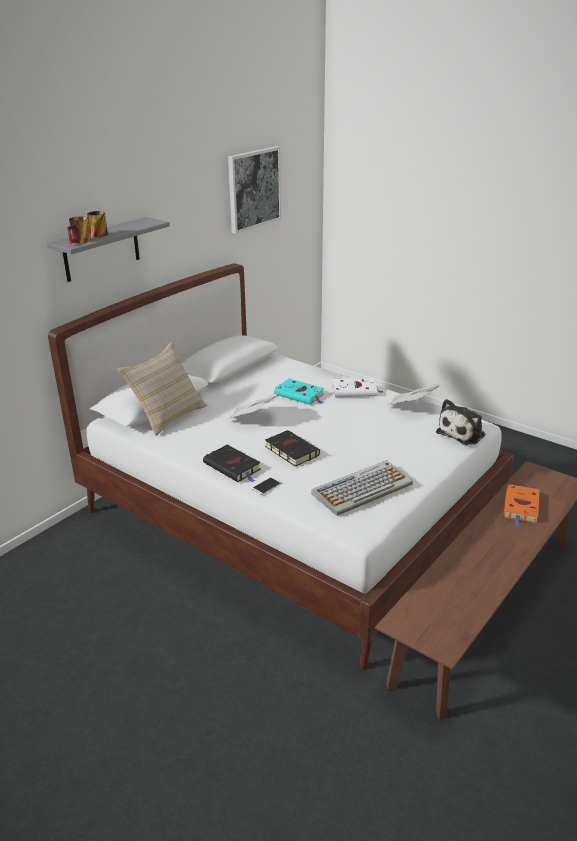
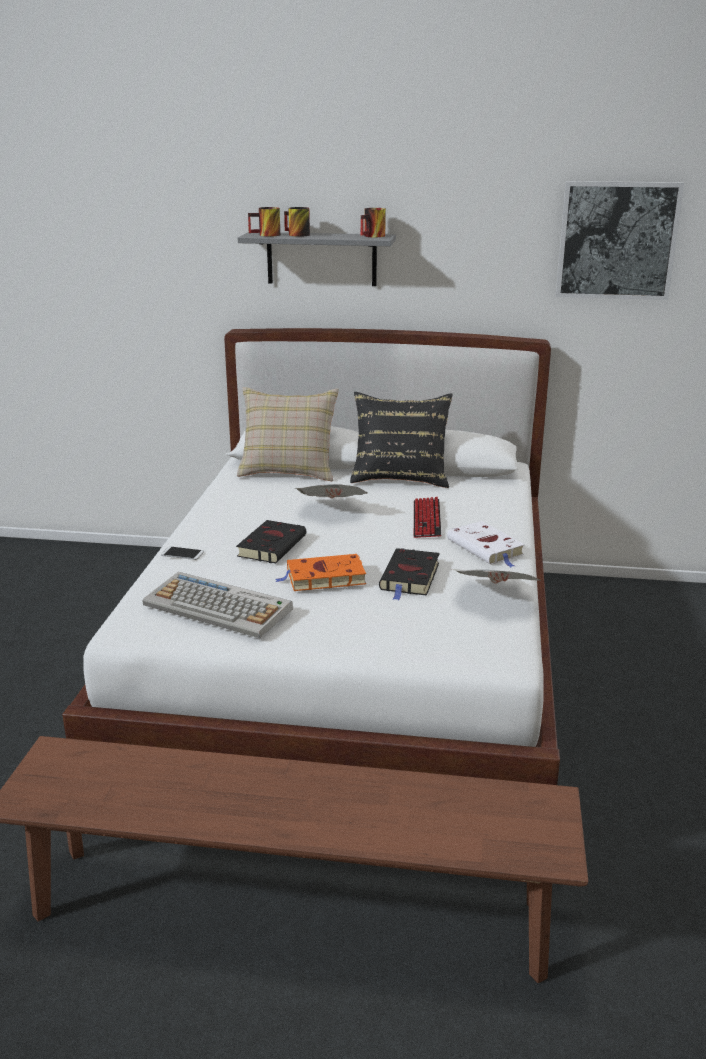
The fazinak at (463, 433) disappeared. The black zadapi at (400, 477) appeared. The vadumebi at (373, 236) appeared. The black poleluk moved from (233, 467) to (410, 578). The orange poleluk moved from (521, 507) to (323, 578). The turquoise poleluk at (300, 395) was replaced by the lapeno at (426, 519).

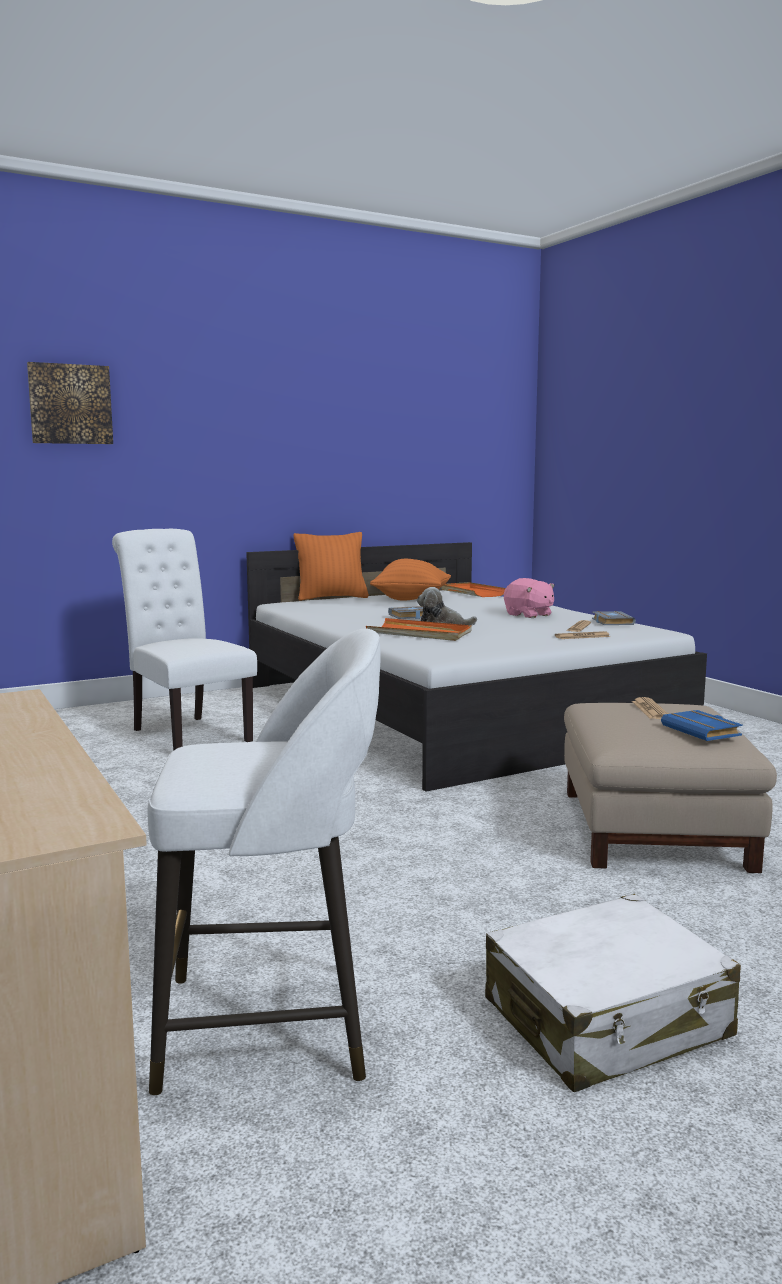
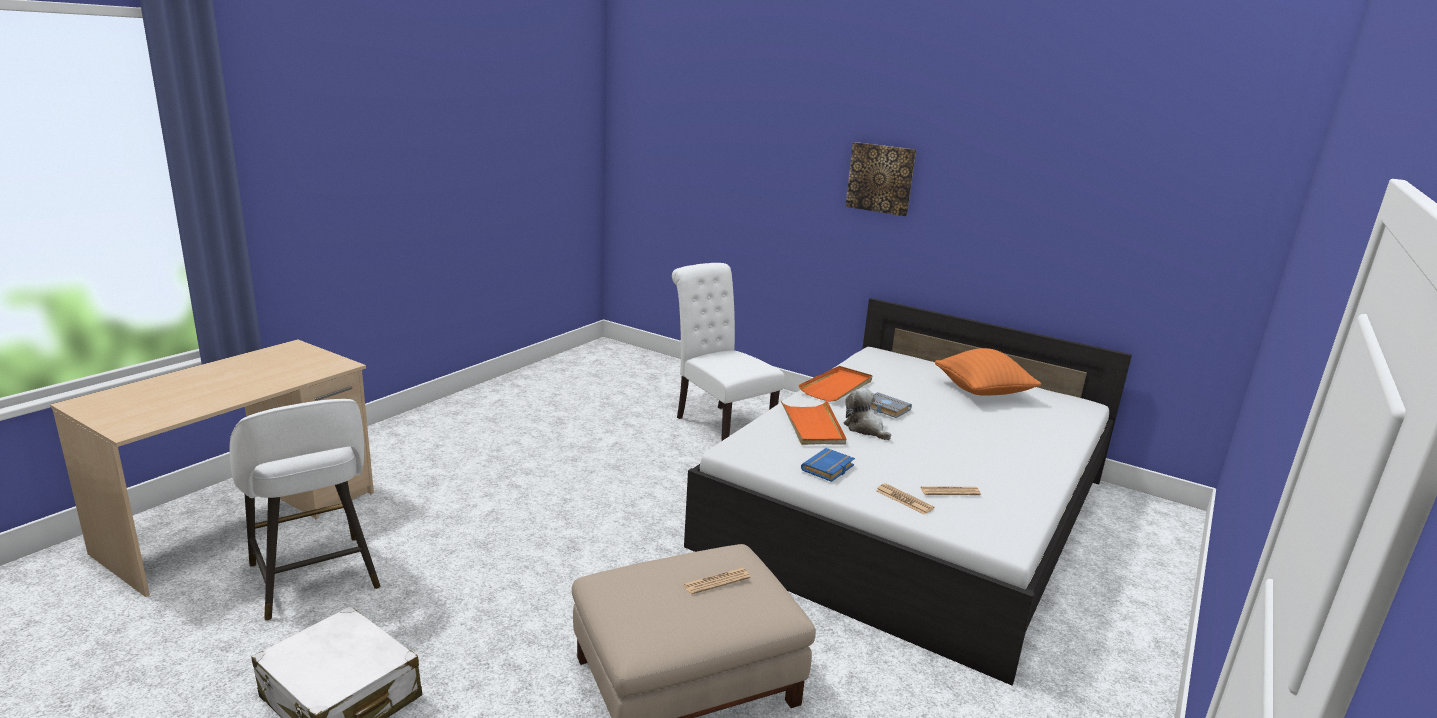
The orange zadapi at (331, 598) disappeared. The pink fazinak at (528, 615) disappeared. The grey poleluk at (611, 622) disappeared. The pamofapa moved from (70, 404) to (881, 178). The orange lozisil moved from (473, 592) to (837, 387). The blue poleluk moved from (703, 731) to (828, 469). The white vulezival at (186, 733) turned 60 degrees counterclockwise.

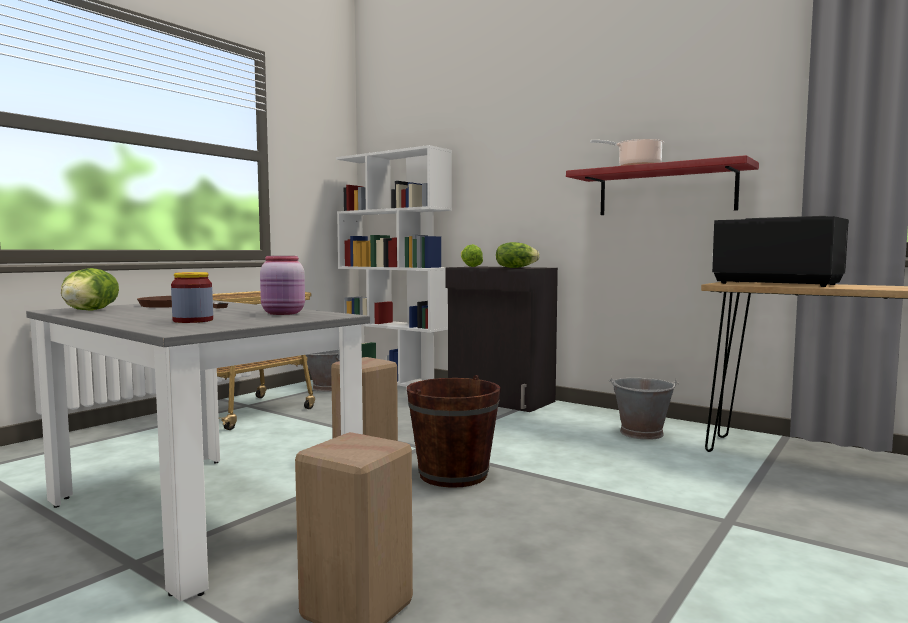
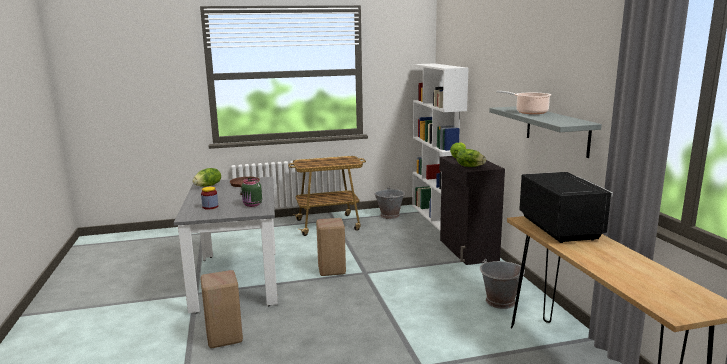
The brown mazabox at (453, 474) disappeared. The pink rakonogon at (284, 313) became the green rakonogon at (252, 205). The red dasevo at (665, 191) became the grey dasevo at (556, 130).

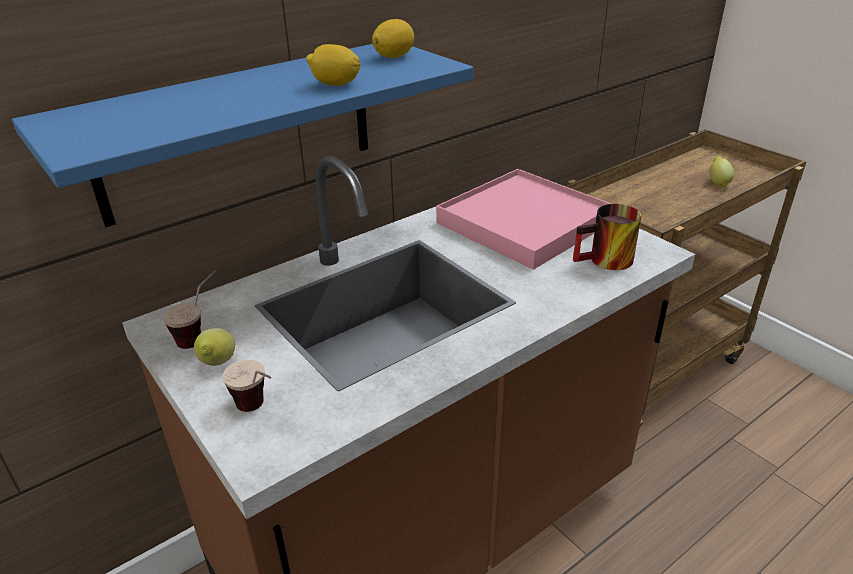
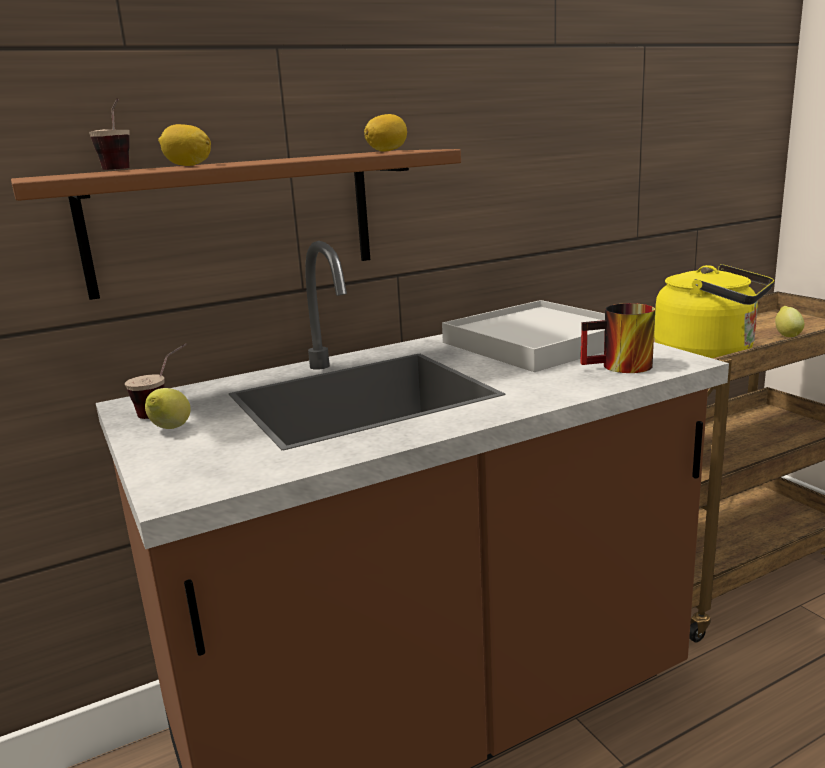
The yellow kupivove at (710, 356) appeared. The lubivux moved from (259, 411) to (120, 170). The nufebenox moved from (335, 84) to (188, 166). The blue dasevo at (239, 130) became the brown dasevo at (232, 221). The pink lozisil at (524, 222) became the white lozisil at (538, 342).

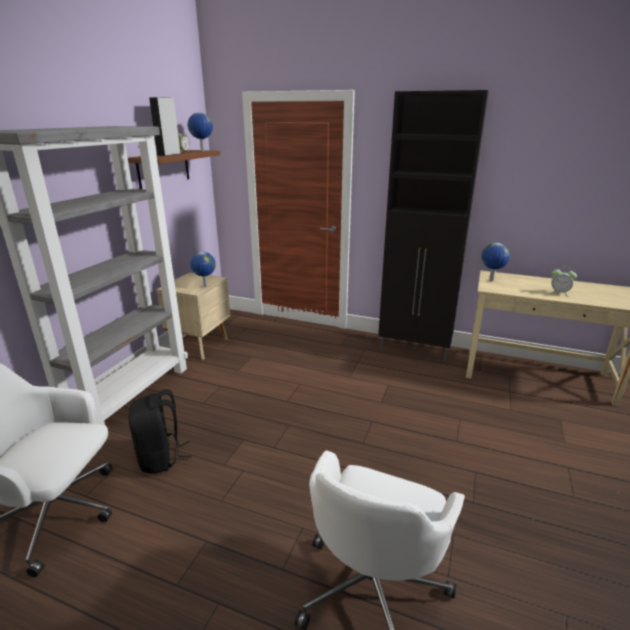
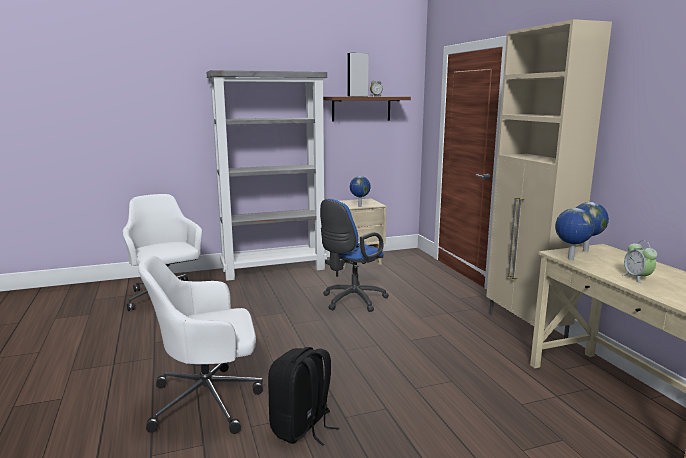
The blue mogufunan at (351, 301) appeared. The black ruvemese moved from (161, 457) to (302, 428). The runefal moved from (202, 151) to (570, 259). The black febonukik at (415, 349) became the beige febonukik at (526, 328).

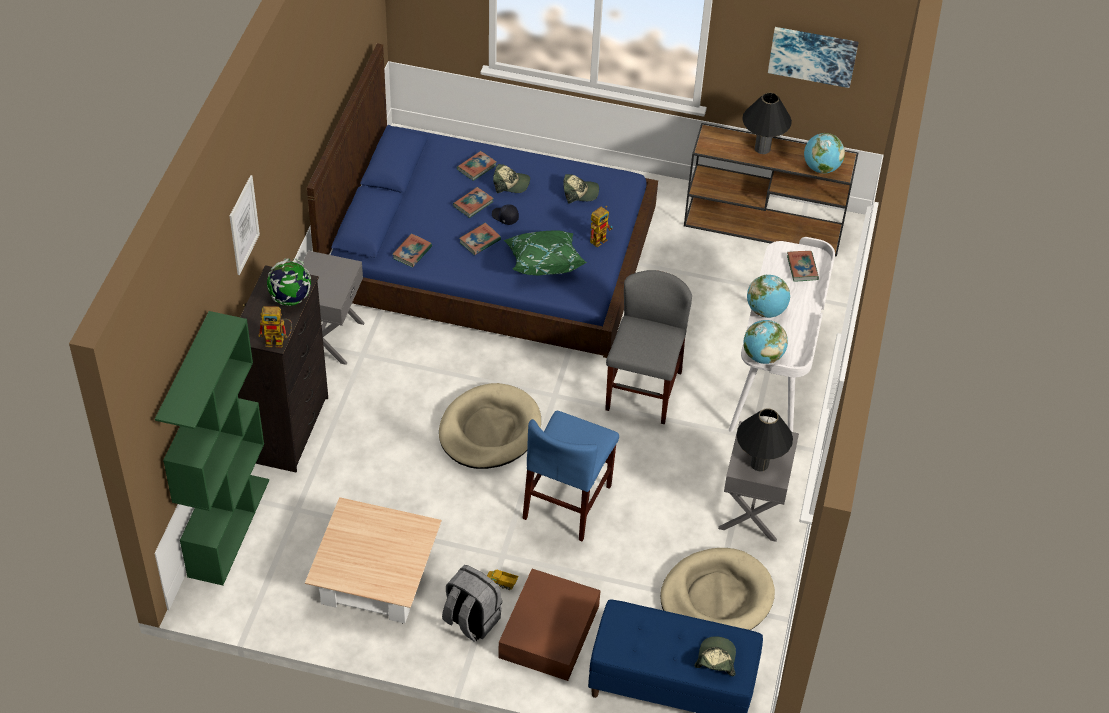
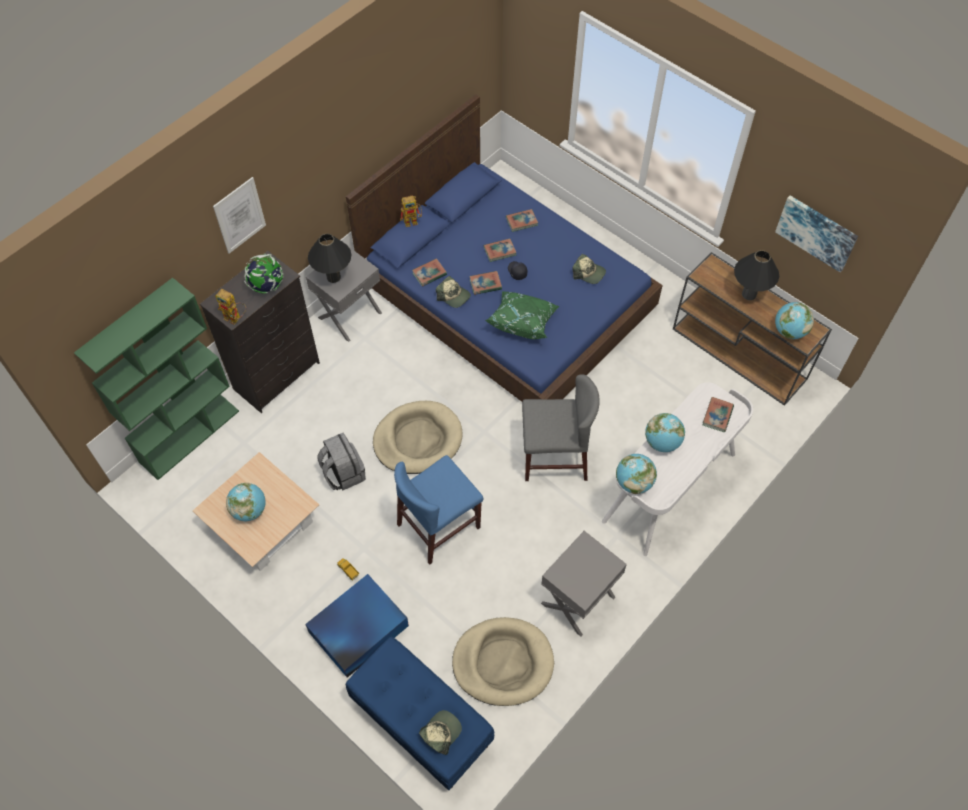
The runefal at (249, 510) appeared. The grey ruvemese moved from (470, 620) to (343, 473). The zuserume moved from (511, 183) to (453, 296). The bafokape moved from (599, 238) to (413, 220). The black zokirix moved from (759, 464) to (333, 277). The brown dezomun at (548, 632) became the blue dezomun at (357, 629). The grey vulezival at (643, 391) turned 45 degrees clockwise.

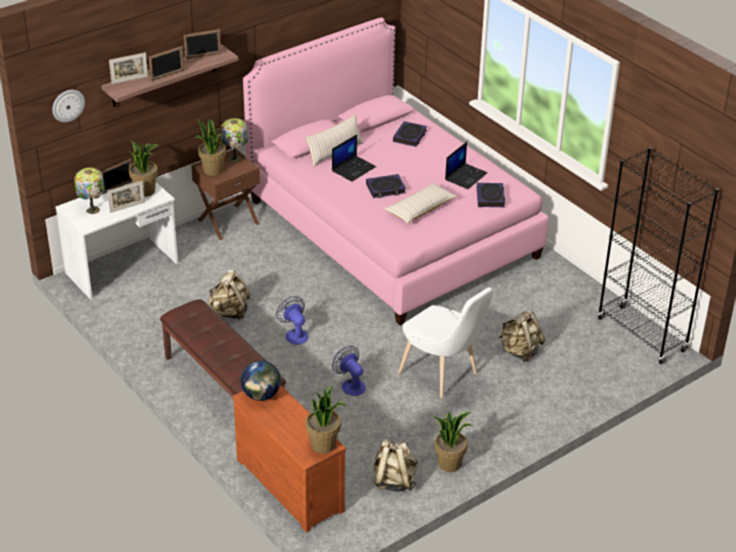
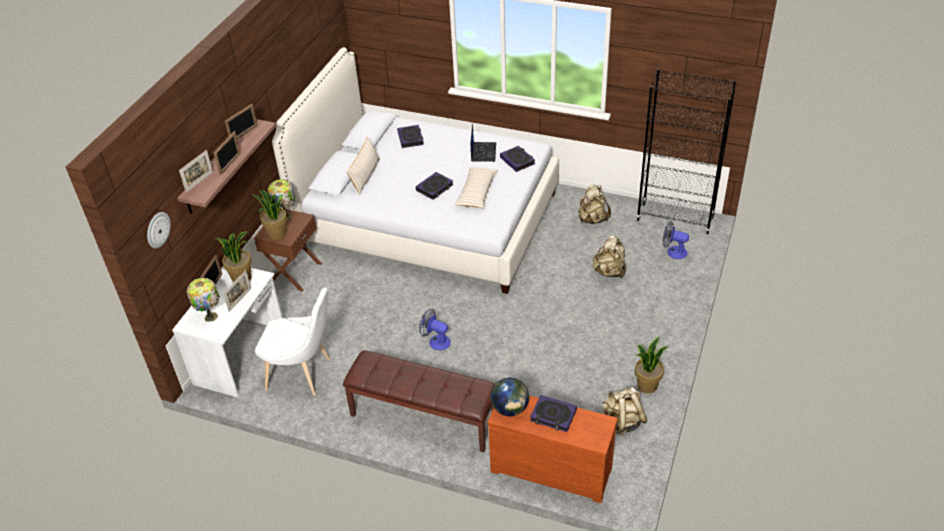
The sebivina at (323, 445) disappeared. The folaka at (353, 169) disappeared. The poleluk at (553, 416) appeared. The beige ruvemese moved from (230, 312) to (592, 219). The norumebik moved from (350, 385) to (673, 252). The white vulezival moved from (442, 375) to (303, 374). The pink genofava at (391, 228) became the white genofava at (428, 220).

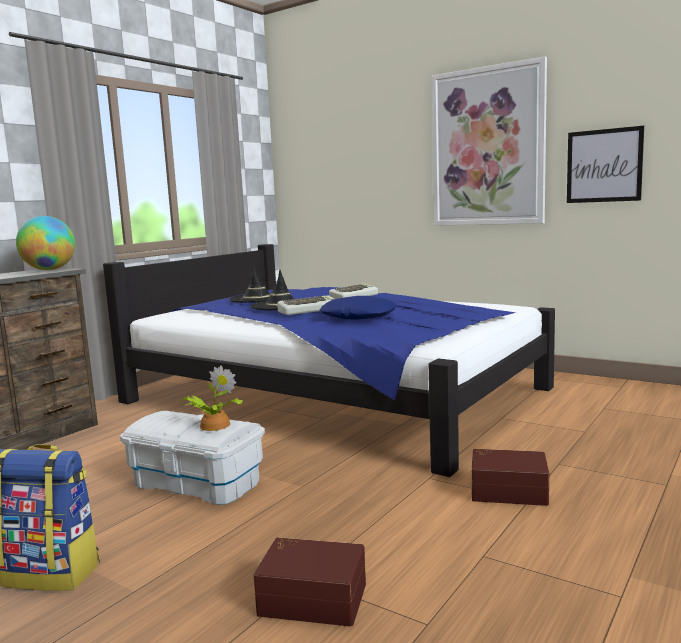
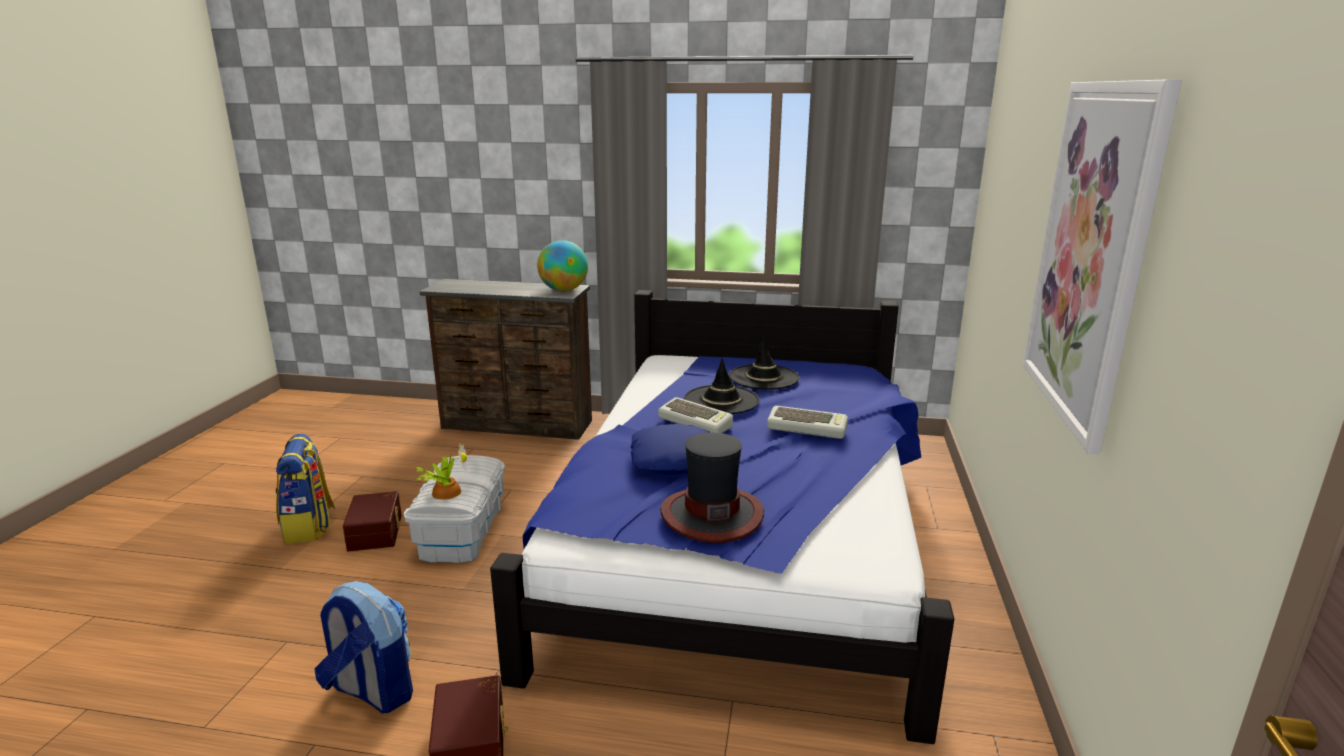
The pamofapa at (604, 165) disappeared. The ruvemese at (371, 691) appeared. The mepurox at (711, 514) appeared. The brown dezomun moved from (313, 597) to (377, 532).

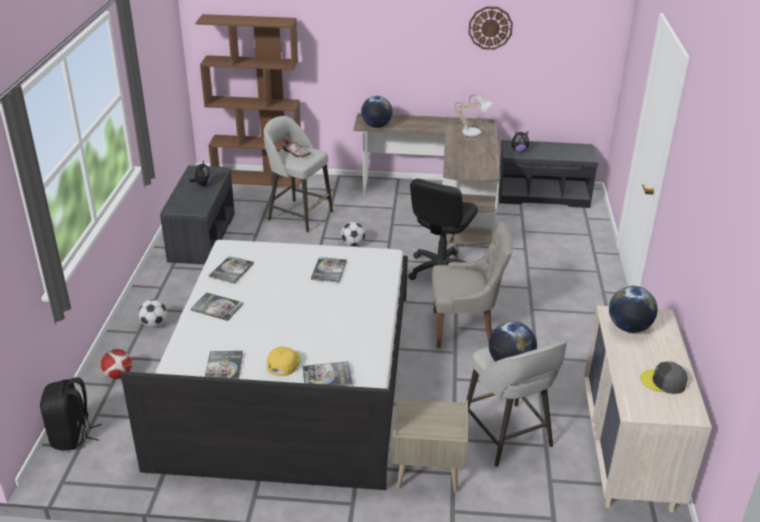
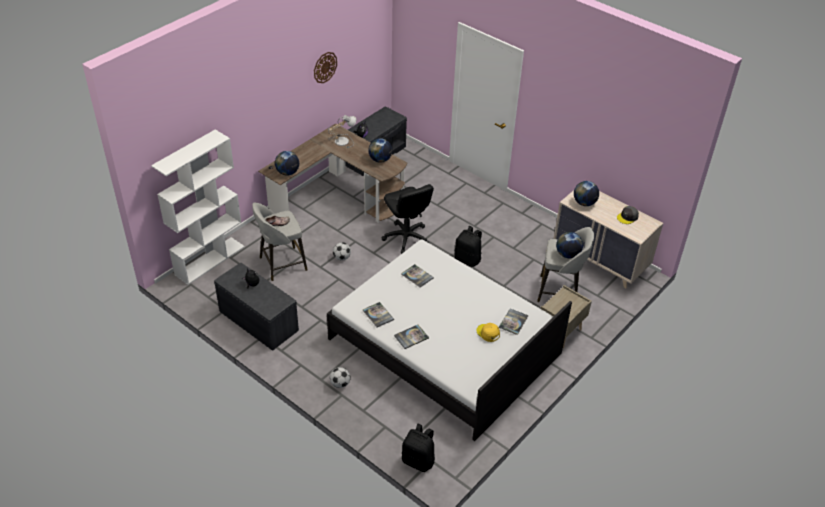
The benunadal at (118, 375) disappeared. The poleluk at (223, 368) disappeared. The runefal at (380, 160) appeared. The grey vulezival at (465, 329) was replaced by the black ruvemese at (468, 259). The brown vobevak at (258, 179) became the white vobevak at (210, 260).

